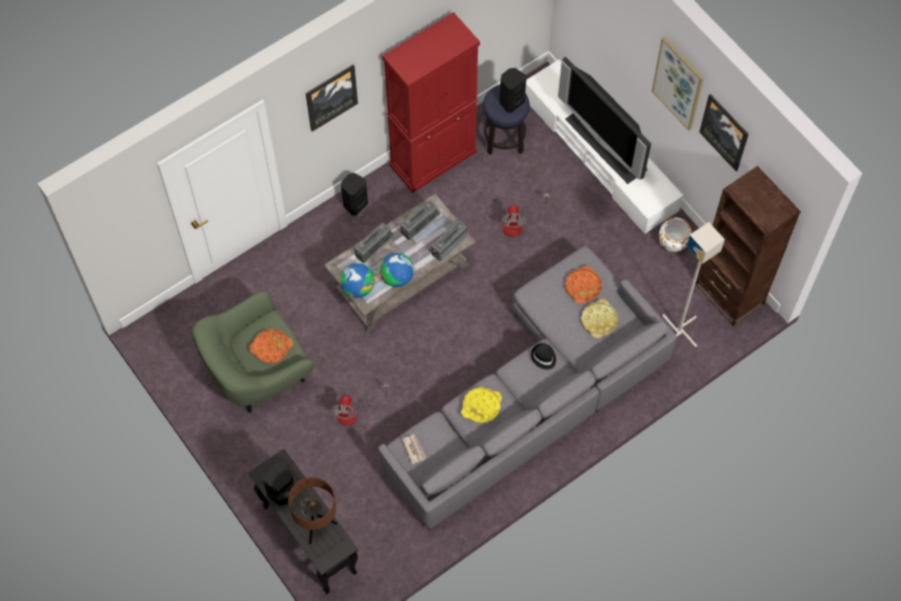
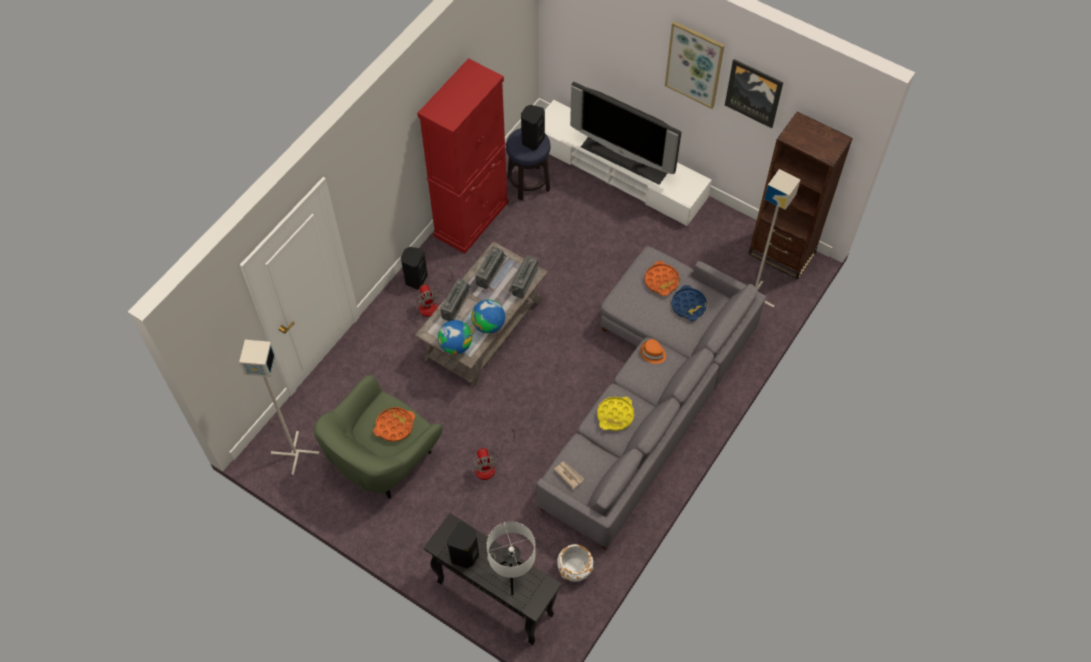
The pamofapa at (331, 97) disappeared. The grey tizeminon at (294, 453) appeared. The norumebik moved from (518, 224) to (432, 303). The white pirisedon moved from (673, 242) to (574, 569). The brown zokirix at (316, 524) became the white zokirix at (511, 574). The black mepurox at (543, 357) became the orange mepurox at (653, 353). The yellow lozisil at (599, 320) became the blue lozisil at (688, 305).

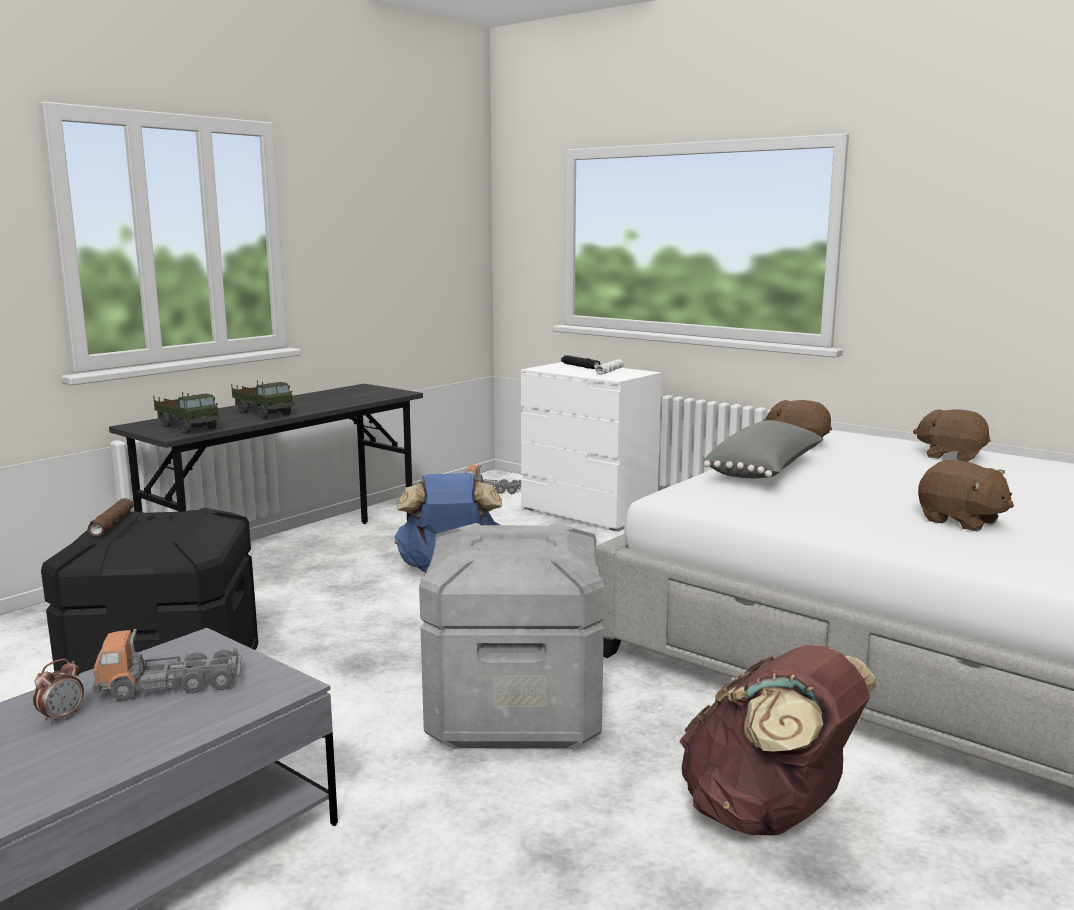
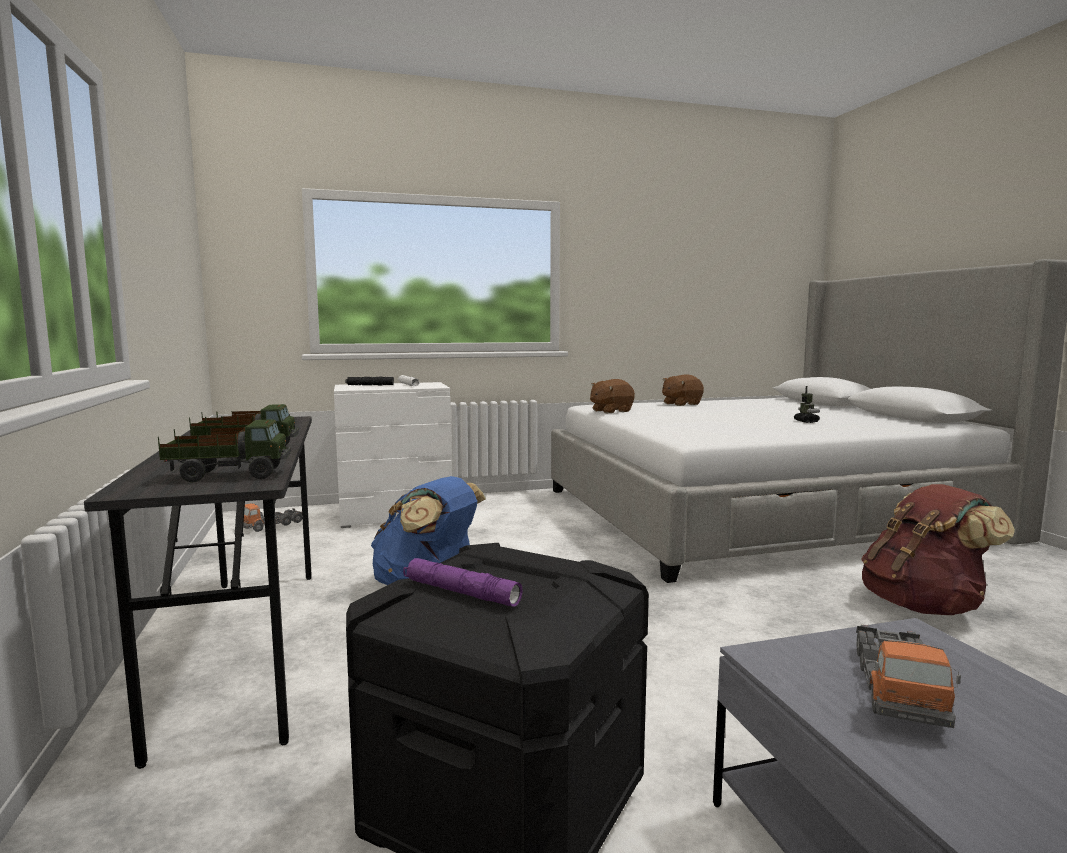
The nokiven at (62, 717) disappeared. The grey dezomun at (515, 711) disappeared. The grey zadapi at (766, 471) disappeared. The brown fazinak at (960, 521) was replaced by the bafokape at (806, 421). The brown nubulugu at (112, 523) became the purple nubulugu at (461, 592).

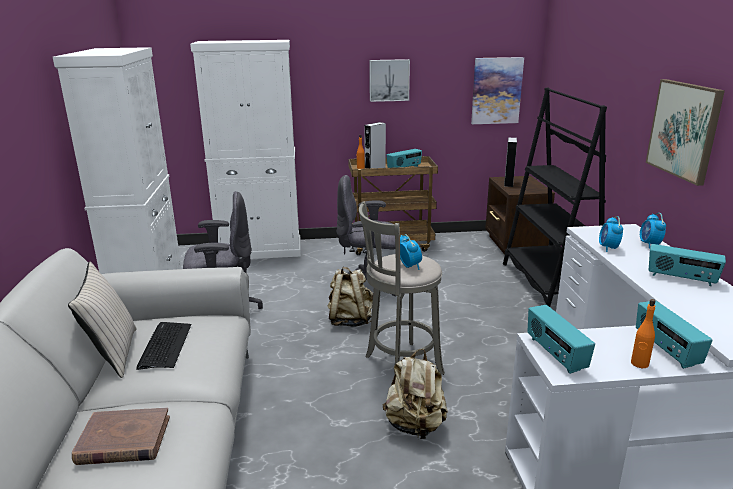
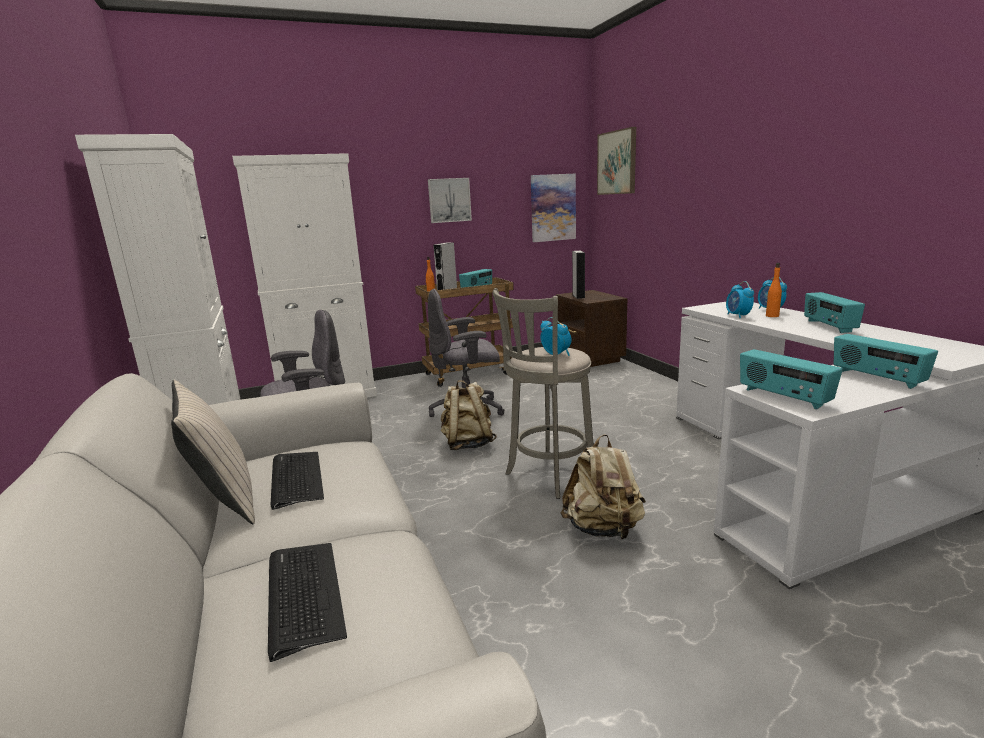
The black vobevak at (548, 286) disappeared. The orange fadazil moved from (639, 364) to (772, 316). The pamofapa moved from (684, 130) to (617, 162). The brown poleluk at (123, 440) was replaced by the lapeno at (303, 595). The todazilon at (681, 278) turned 75 degrees clockwise.

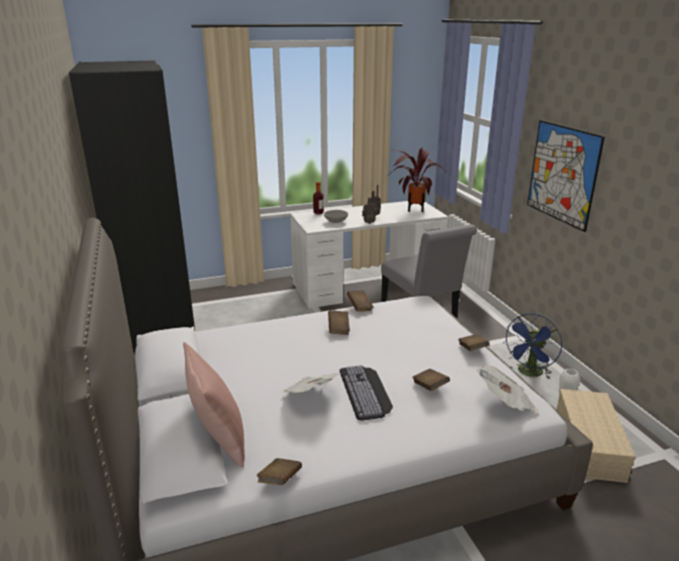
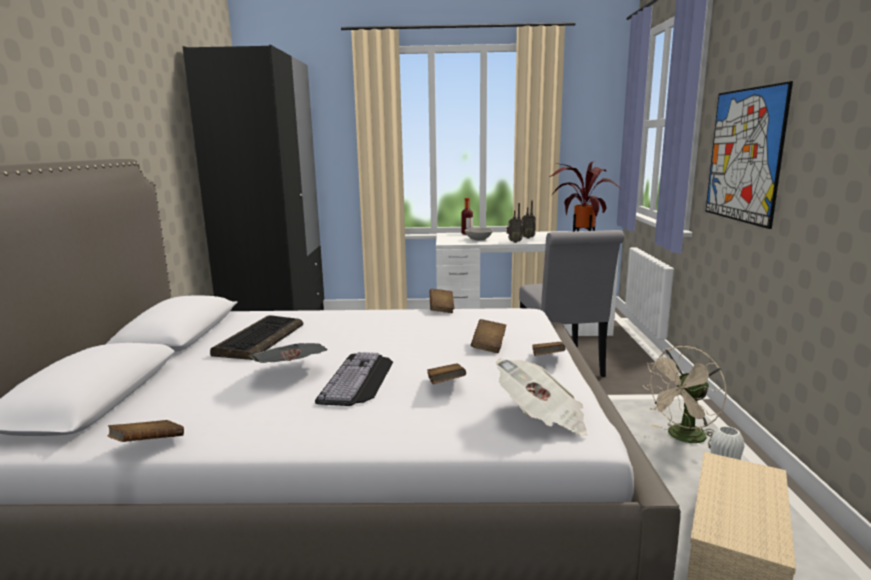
The pink zadapi at (218, 439) disappeared. The lapeno at (260, 339) appeared. The brown poleluk moved from (338, 329) to (489, 346). The blue norumebik at (529, 373) became the beige norumebik at (683, 438).

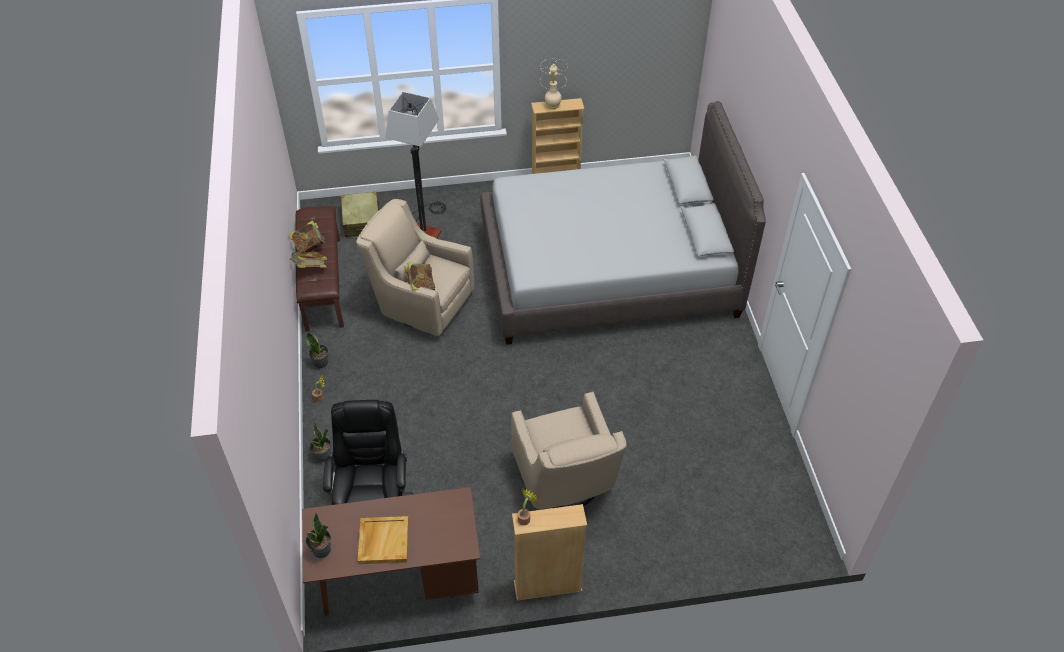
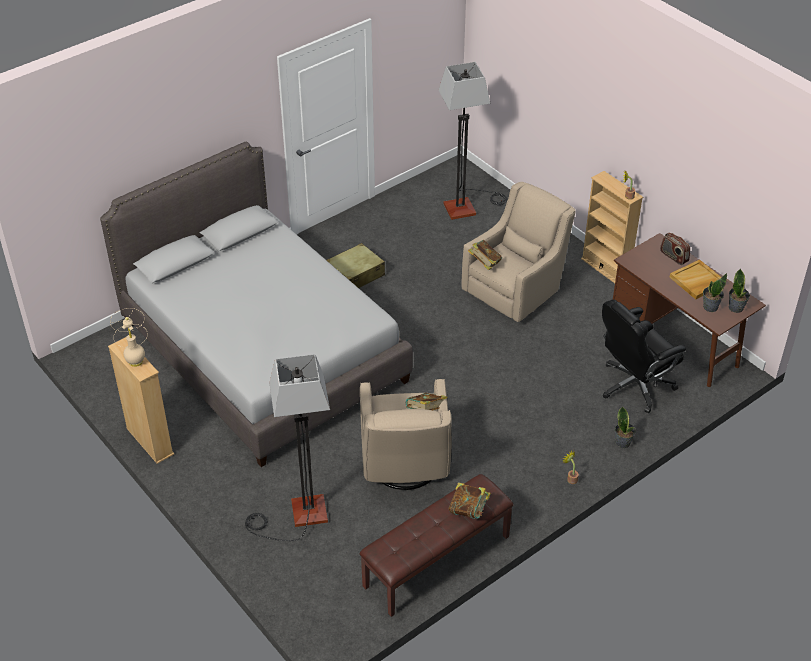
The tizeminon at (467, 206) appeared. The todazilon at (673, 257) appeared. The poleluk moved from (309, 247) to (484, 263). The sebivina moved from (321, 362) to (710, 307). The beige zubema moved from (362, 220) to (355, 275).

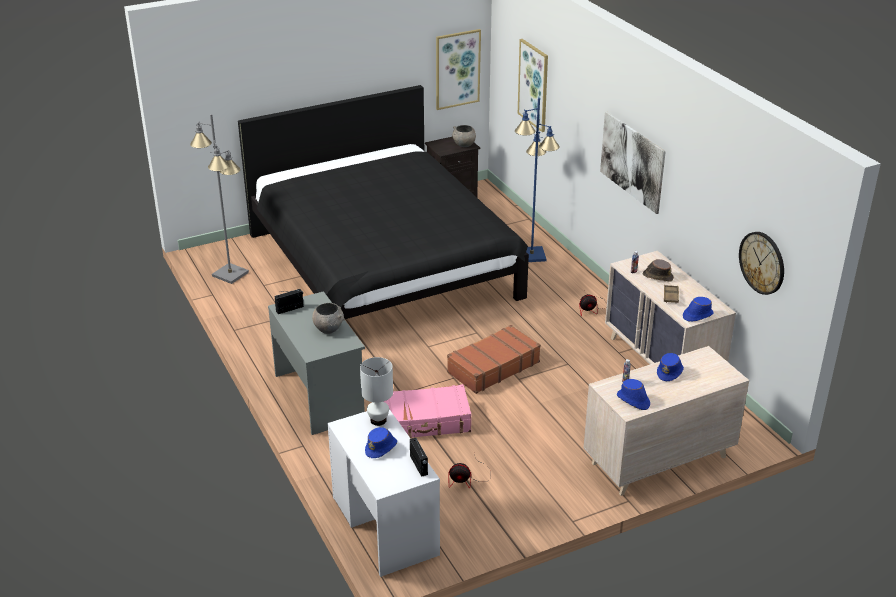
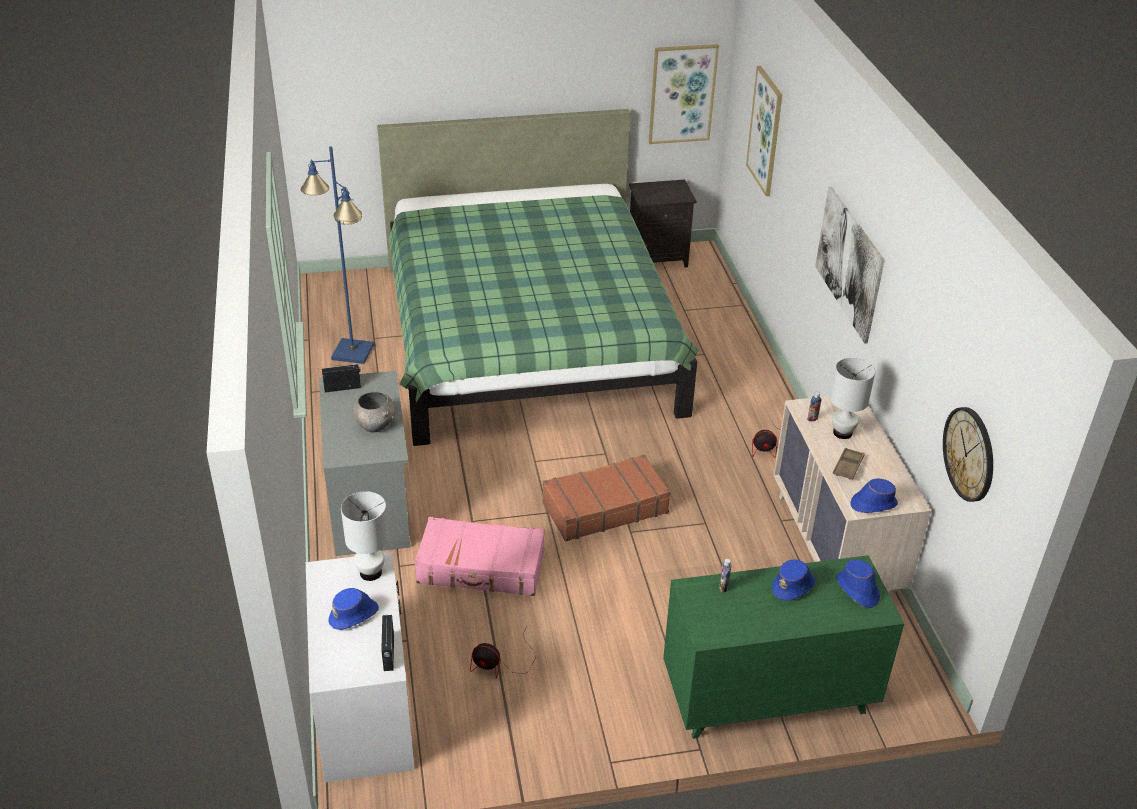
The grey tizeminon at (230, 274) disappeared. The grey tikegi at (464, 145) disappeared. The blue tizeminon moved from (531, 255) to (352, 352). The blue mepurox moved from (633, 400) to (857, 590). The brown mepurox at (657, 276) was replaced by the white zokirix at (842, 432). The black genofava at (382, 266) became the green genofava at (527, 338). The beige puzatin at (658, 461) became the green puzatin at (767, 697).

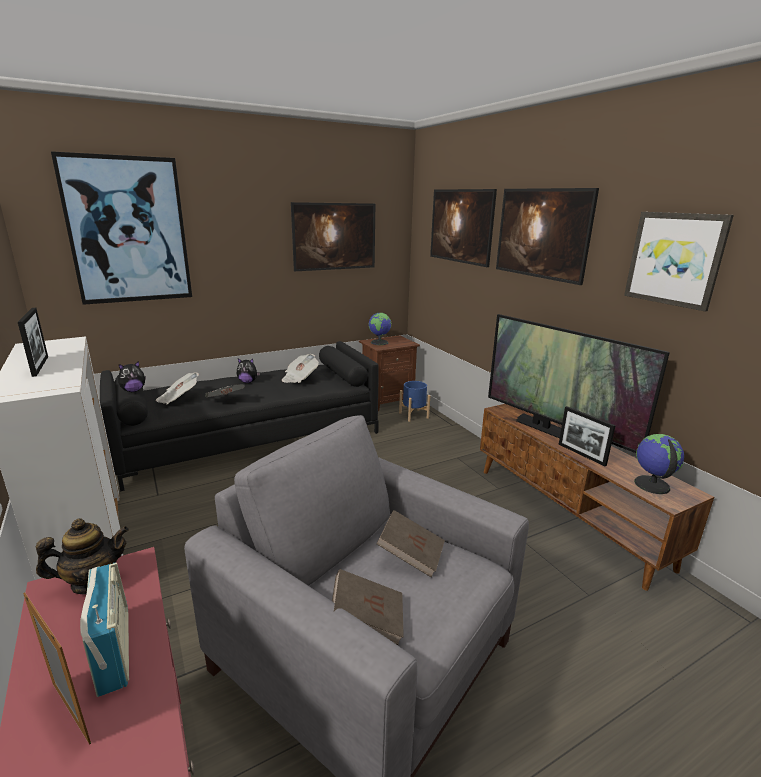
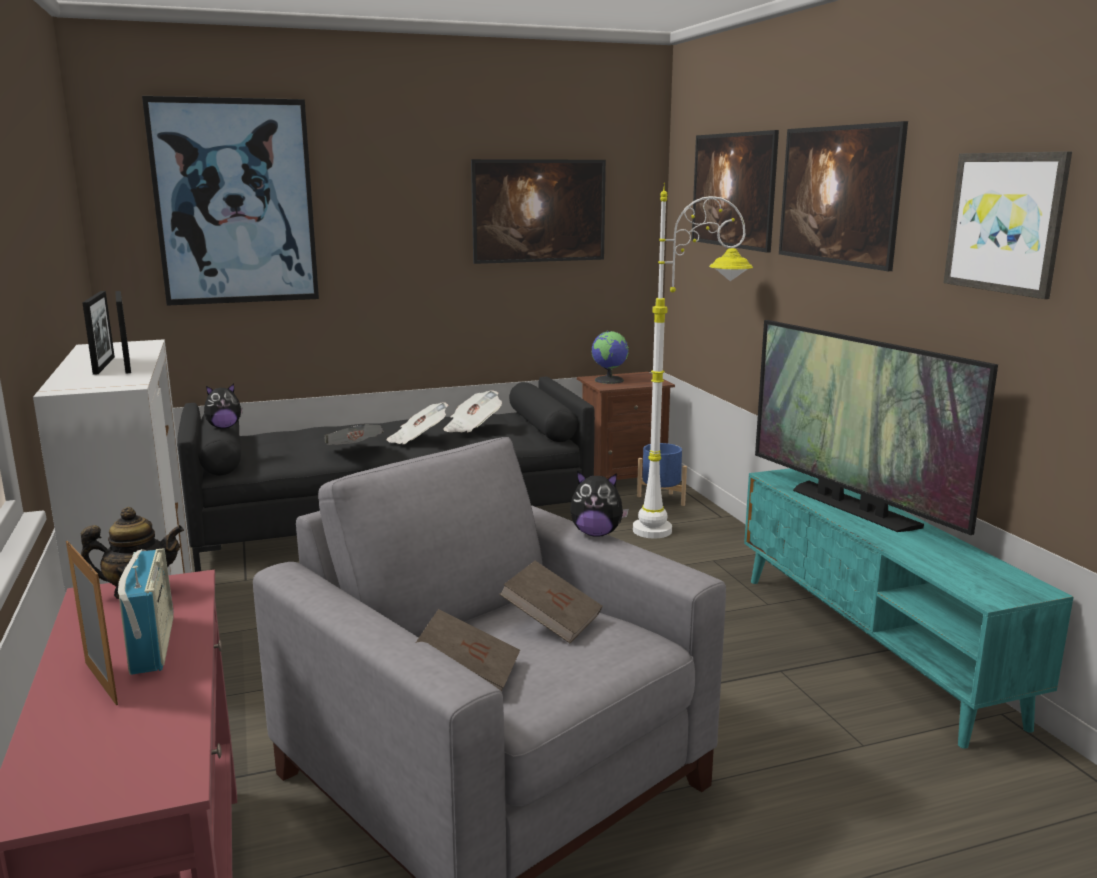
The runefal at (651, 485) disappeared. The white tizeminon at (685, 529) appeared. The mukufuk moved from (178, 399) to (418, 439). The fazinak moved from (248, 382) to (596, 533). The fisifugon moved from (581, 454) to (127, 365). The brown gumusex at (567, 515) became the turquoise gumusex at (872, 645).

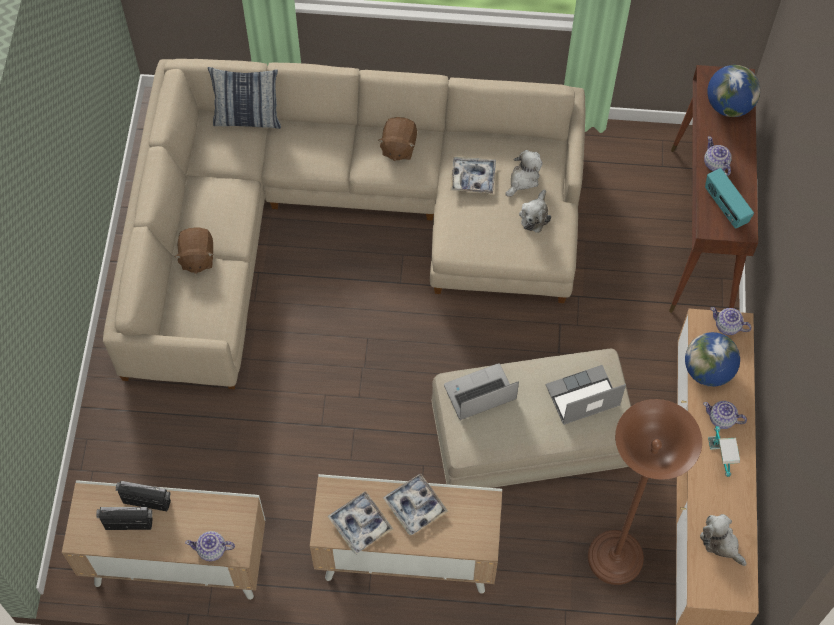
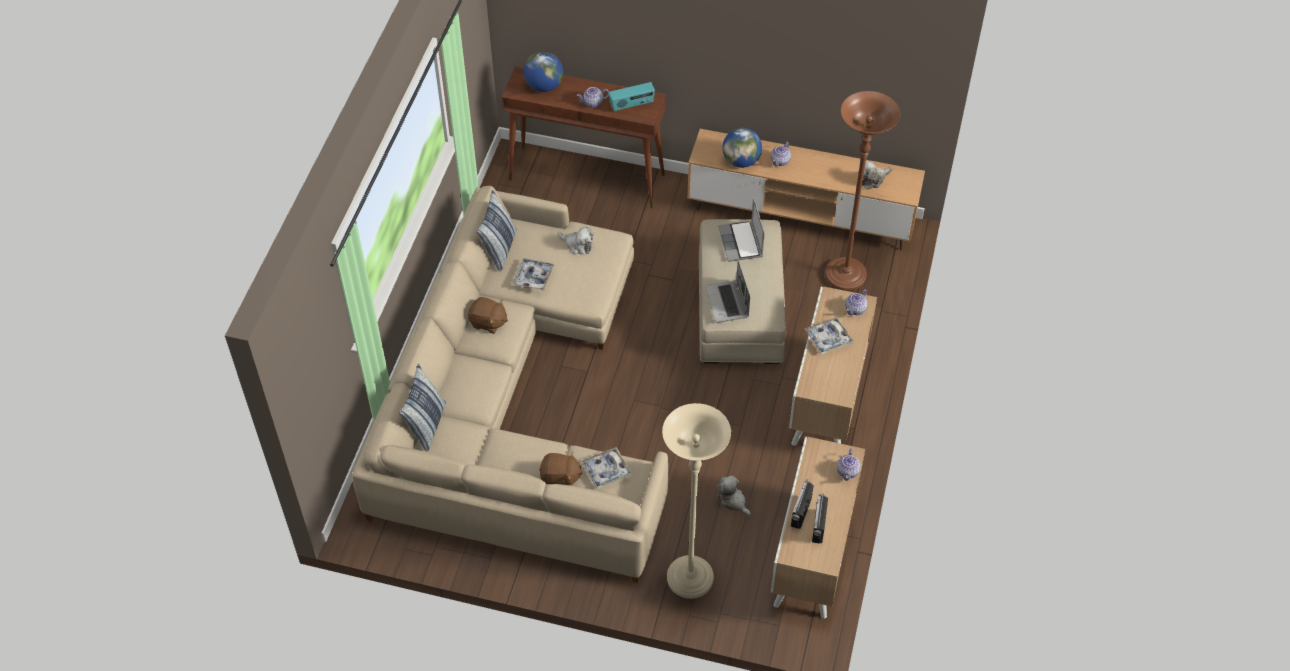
The zokirix at (718, 462) disappeared. The zadapi at (499, 249) appeared. The beige tizeminon at (690, 578) appeared. The lozisil moved from (360, 524) to (606, 471). The fazinak moved from (523, 179) to (732, 501). The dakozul moved from (728, 326) to (855, 309).

